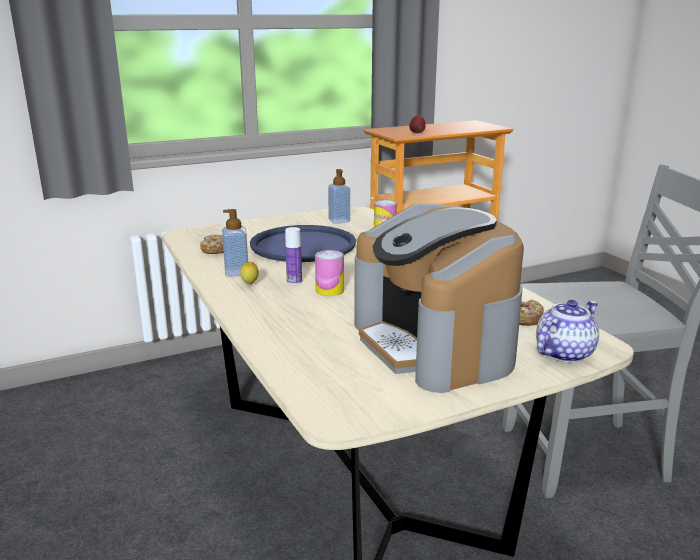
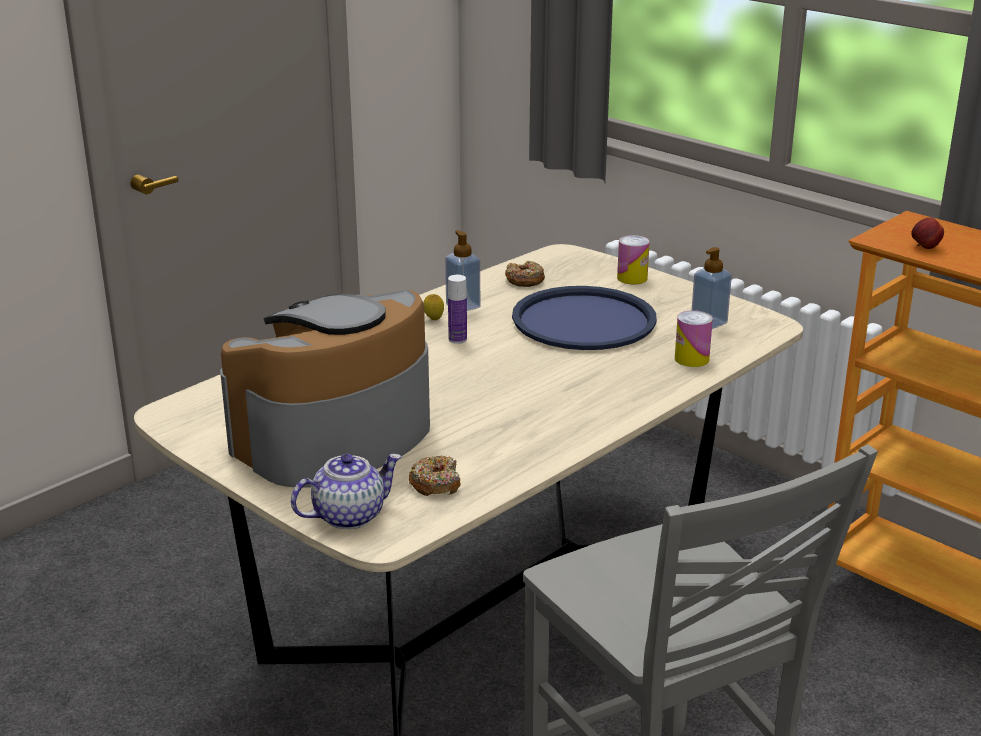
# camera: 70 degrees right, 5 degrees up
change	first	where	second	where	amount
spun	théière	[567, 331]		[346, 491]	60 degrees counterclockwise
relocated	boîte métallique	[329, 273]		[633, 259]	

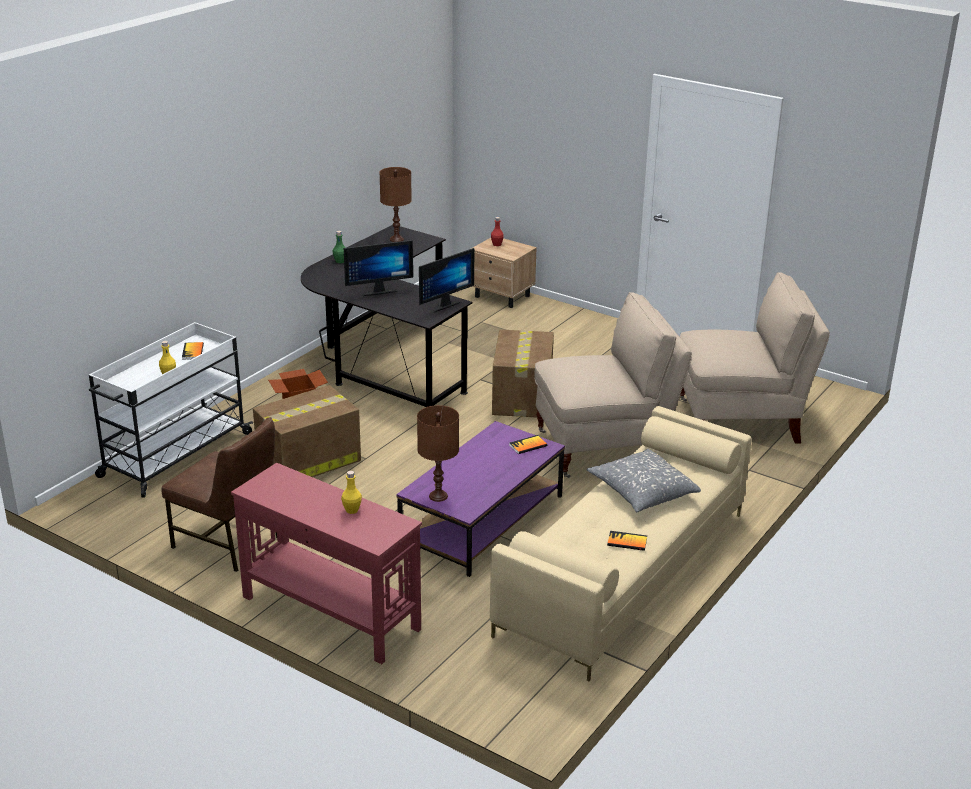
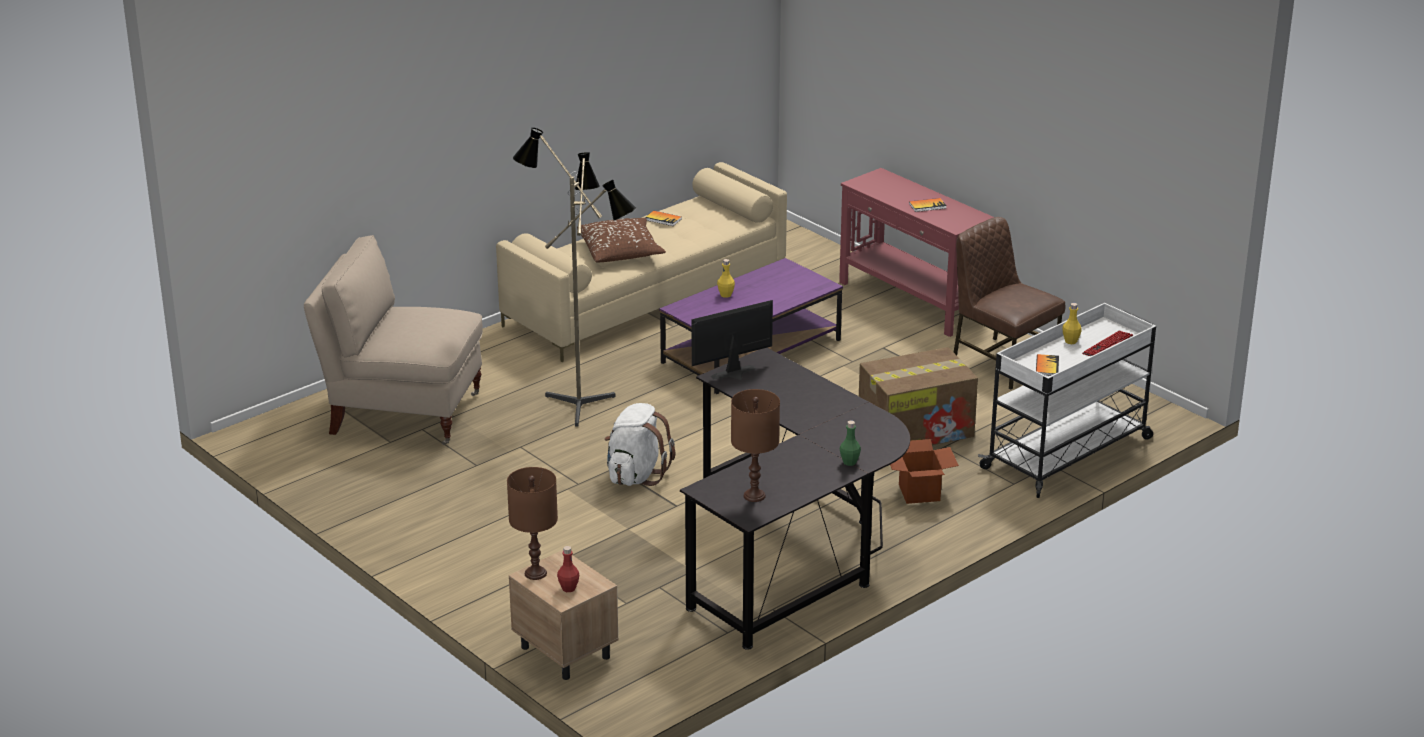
# camera: 165 degrees left, 0 degrees up
change	first	where	second	where	amount
relocated	lampe de table (marron)	[438, 453]		[532, 523]	
exchanged	chaise (beige)	[613, 385]	lampadaire	[574, 277]	
colour	coussin (gris)	[644, 481]	coussin (marron)	[621, 240]	
exchanged	carton	[523, 373]	sac à dos (blanc)	[640, 444]	
relocated	bouteille (jaune)	[351, 492]		[726, 278]	
relocated	livre	[528, 444]		[928, 205]	
appeared			clavier	[1107, 343]	
missing	écran d'ordinateur	[378, 268]			

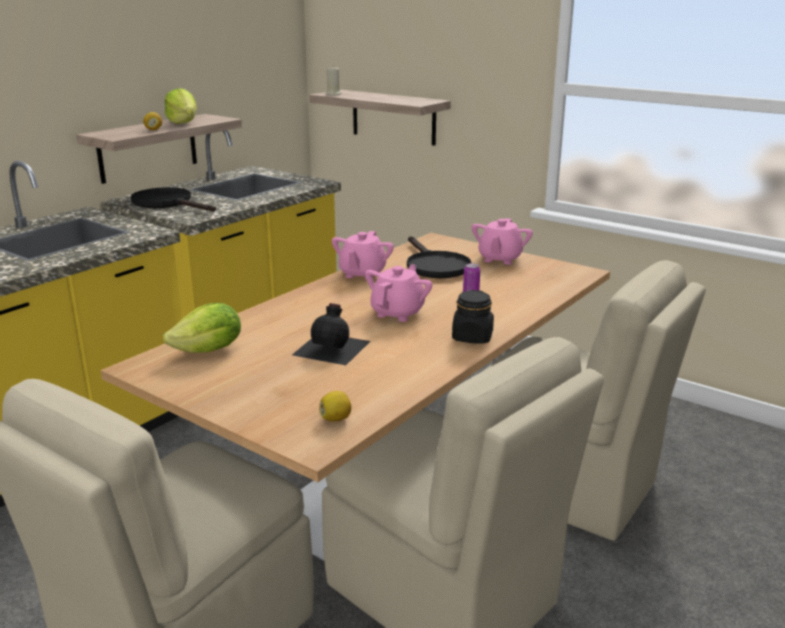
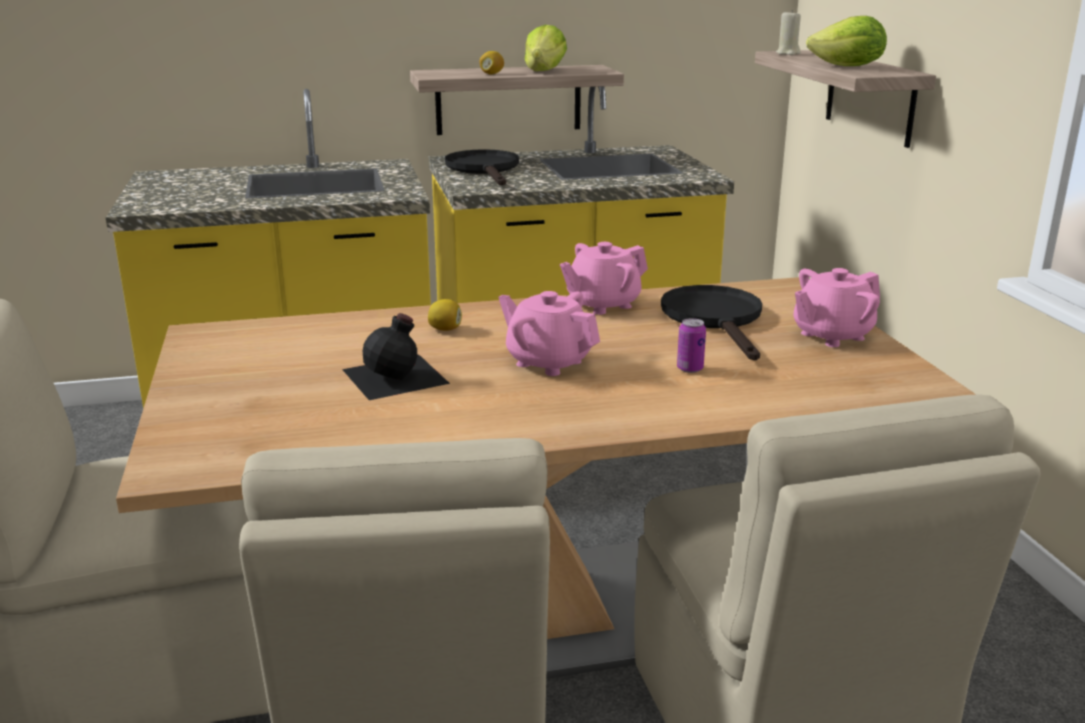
# camera: 40 degrees right, 0 degrees up
change	first	where	second	where	amount
relocated	citron	[335, 406]		[445, 315]	
spun	théière (rose)	[398, 293]		[549, 333]	120 degrees counterclockwise
spun	poêle (noir)	[439, 257]		[711, 322]	150 degrees clockwise
relocated	laitue	[202, 328]		[846, 41]	
missing	bocal (noir)	[473, 317]			

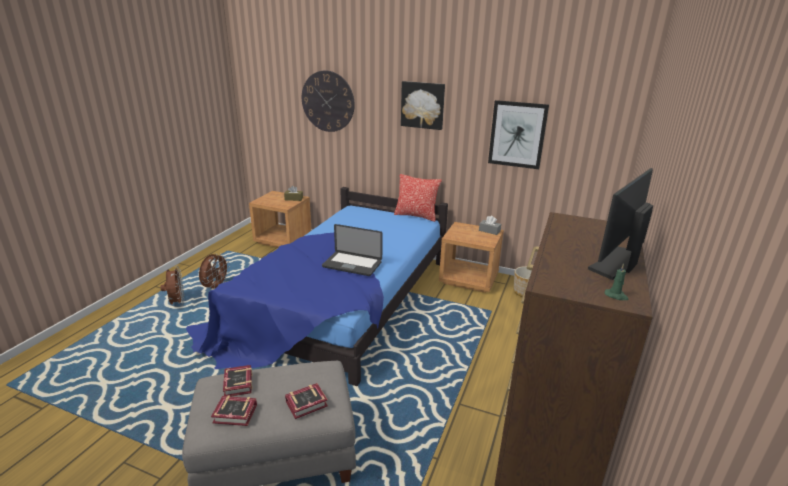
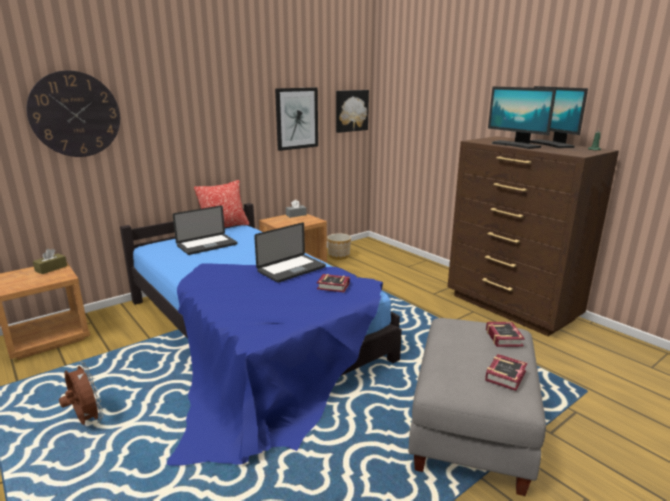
# camera: 60 degrees left, 5 degrees down
change	first	where	second	where	amount
appeared			ordinateur portable	[205, 230]	
relocated	livre	[238, 381]		[333, 283]	
relocated	tableau	[423, 105]		[352, 111]	
appeared			écran d'ordinateur	[522, 117]	
missing	ventilateur (marron)	[172, 286]			

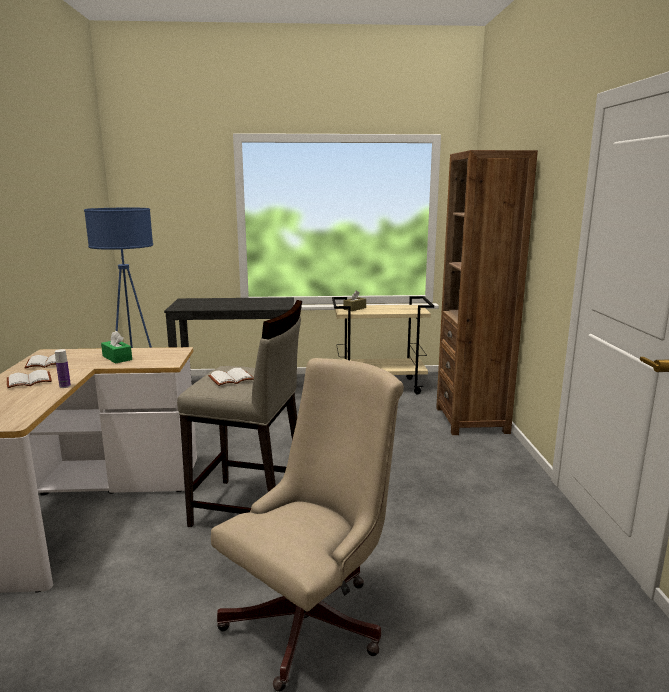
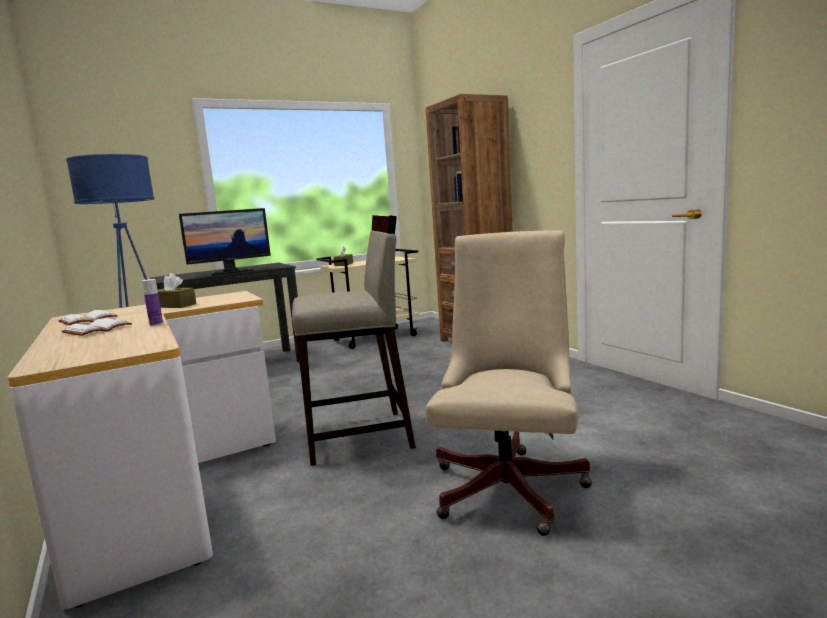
# camera: 25 degrees left, 5 degrees down
change	first	where	second	where	amount
colour	boîte à mouchoirs (vert)	[116, 347]	boîte à mouchoirs (marron)	[177, 290]	
appeared			écran d'ordinateur	[225, 242]	
missing	livre (blanc)	[231, 377]			

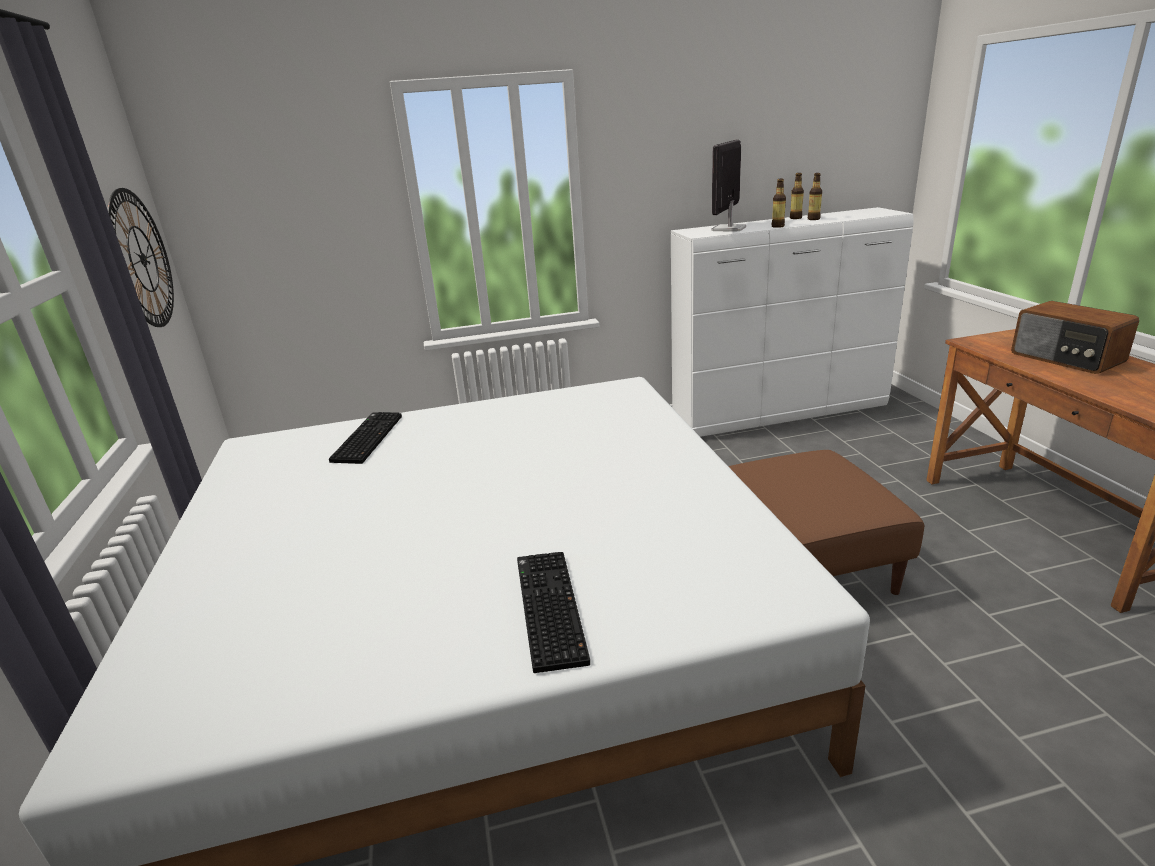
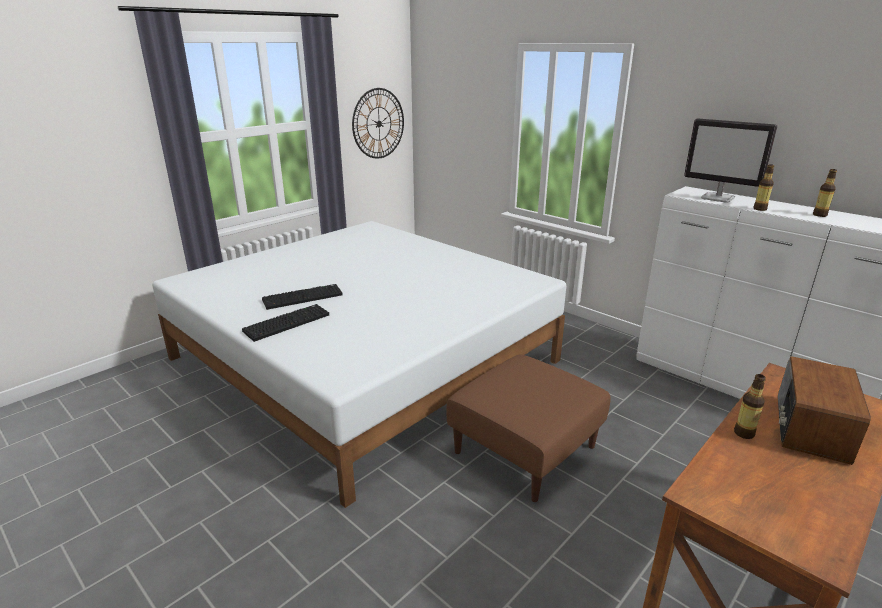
# camera: 55 degrees right, 0 degrees up
change	first	where	second	where	amount
relocated	clavier	[365, 438]		[302, 297]	
spun	écran d'ordinateur	[728, 186]		[730, 160]	135 degrees counterclockwise
relocated	bouteille	[797, 196]		[750, 406]	

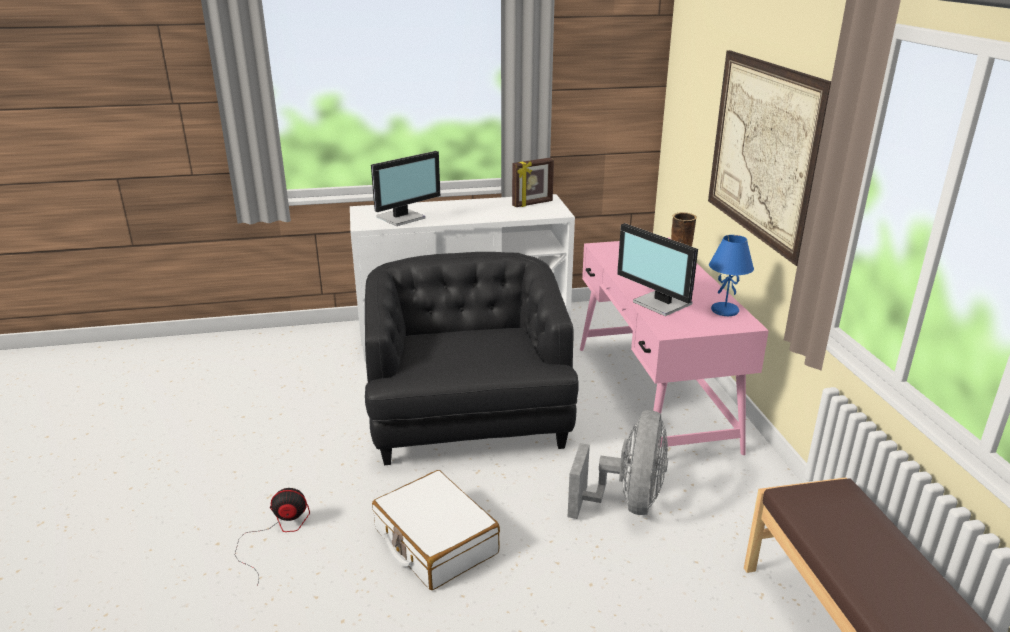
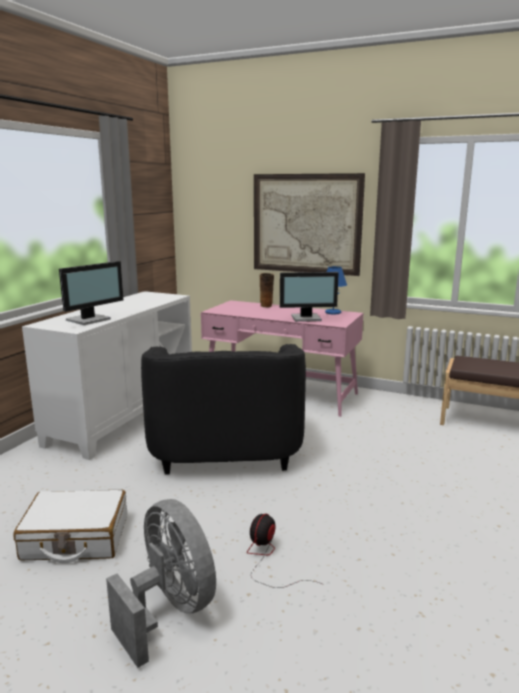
# camera: 55 degrees left, 10 degrees down
change	first	where	second	where	amount
relocated	valise (blanc)	[436, 530]		[70, 526]	
spun	écran d'ordinateur	[405, 188]		[91, 293]	45 degrees clockwise
relocated	ventilateur (gris)	[618, 464]		[161, 583]	
spun	fauteuil (noir)	[472, 358]		[223, 409]	120 degrees counterclockwise
missing	cadre photo	[533, 182]			

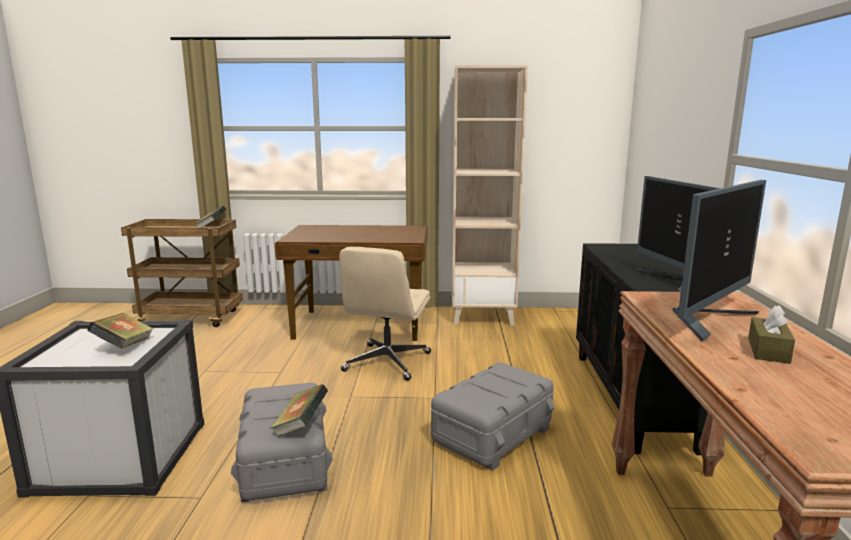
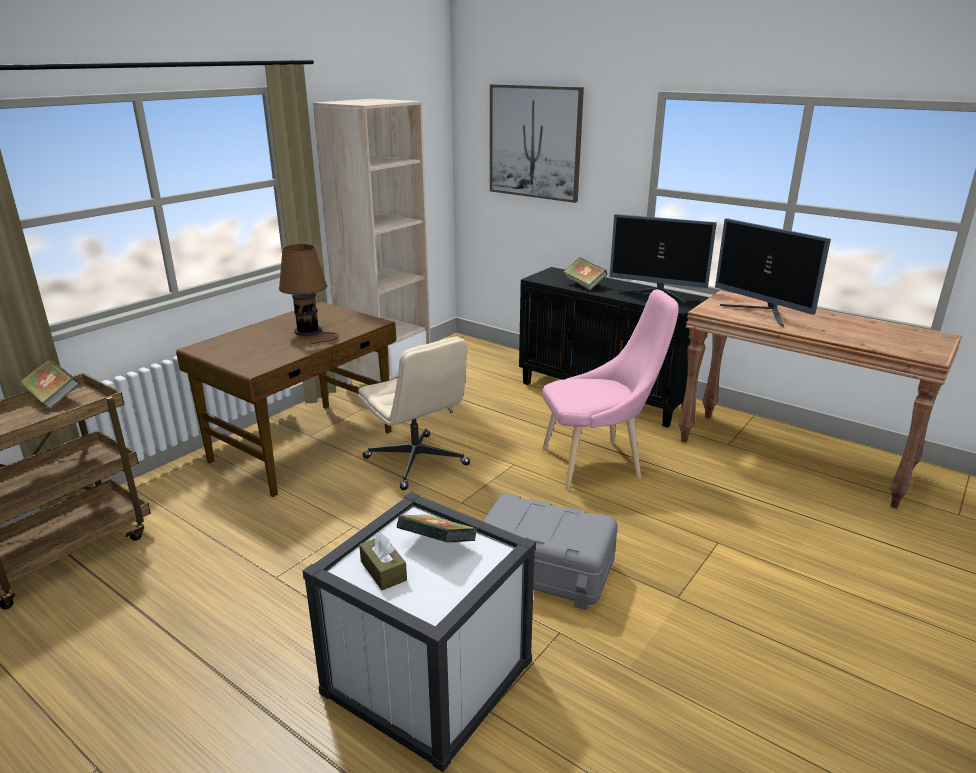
# camera: 55 degrees left, 10 degrees up
change	first	where	second	where	amount
appeared			lampe de table (marron)	[309, 295]	
relocated	boîte à mouchoirs (marron)	[771, 334]		[383, 561]	
appeared			tableau	[537, 143]	
exchanged	boîte de rangement (gris)	[493, 416]	chaise (rose)	[610, 389]	
relocated	livre	[299, 410]		[585, 274]	
spun	écran d'ordinateur	[719, 261]		[773, 272]	150 degrees clockwise

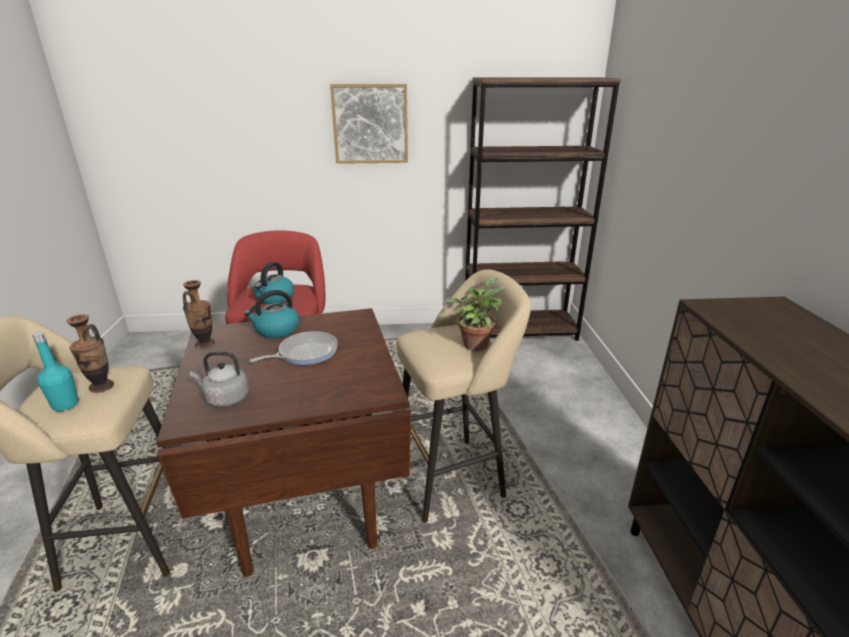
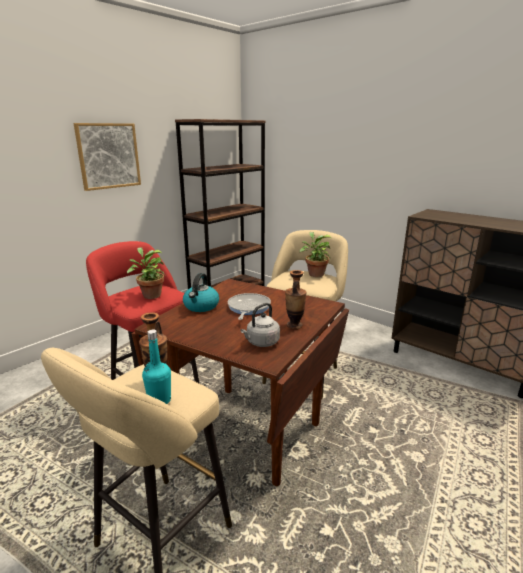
# camera: 45 degrees left, 5 degrees down
change	first	where	second	where	amount
exchanged	bouilloire	[274, 283]	plante en pot	[146, 273]	
relocated	vase	[199, 314]		[295, 299]	

